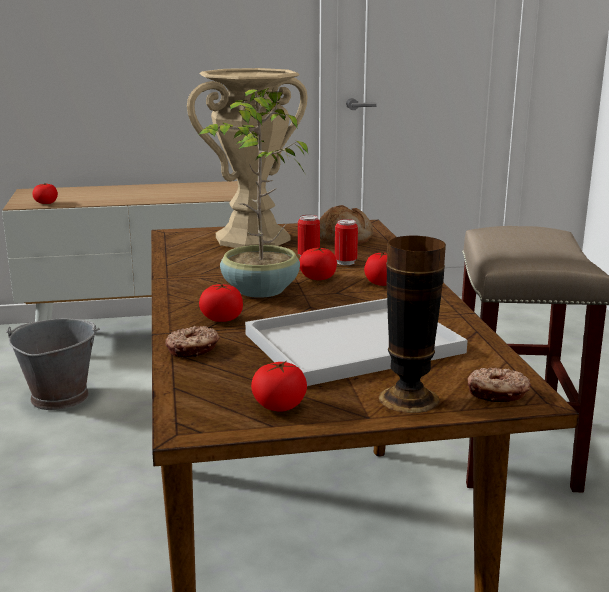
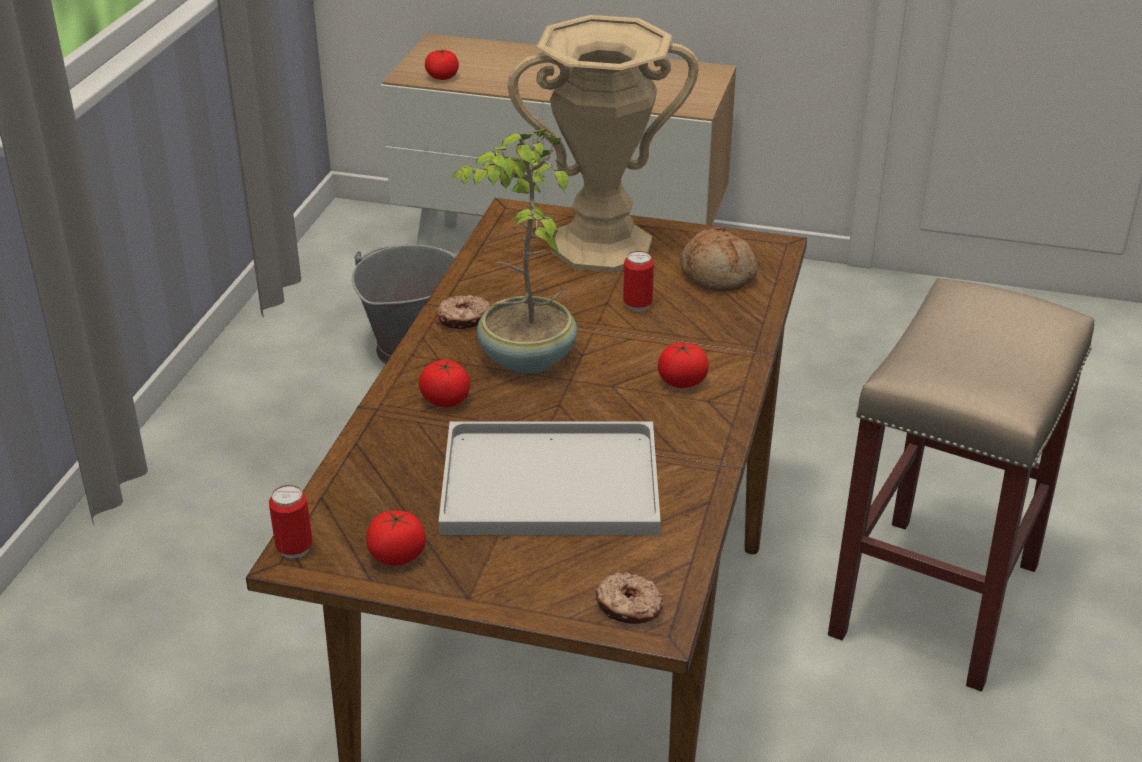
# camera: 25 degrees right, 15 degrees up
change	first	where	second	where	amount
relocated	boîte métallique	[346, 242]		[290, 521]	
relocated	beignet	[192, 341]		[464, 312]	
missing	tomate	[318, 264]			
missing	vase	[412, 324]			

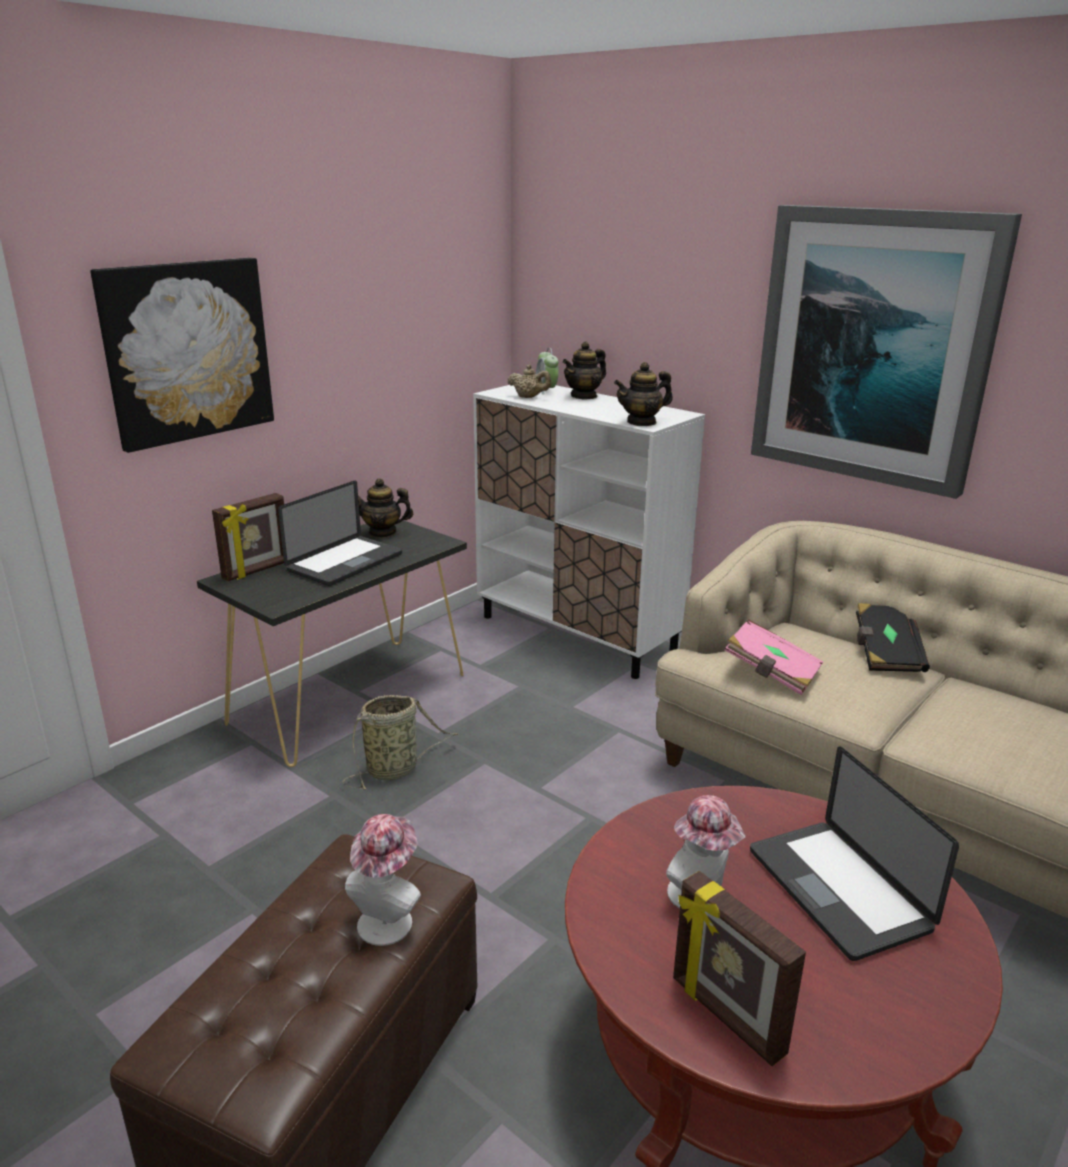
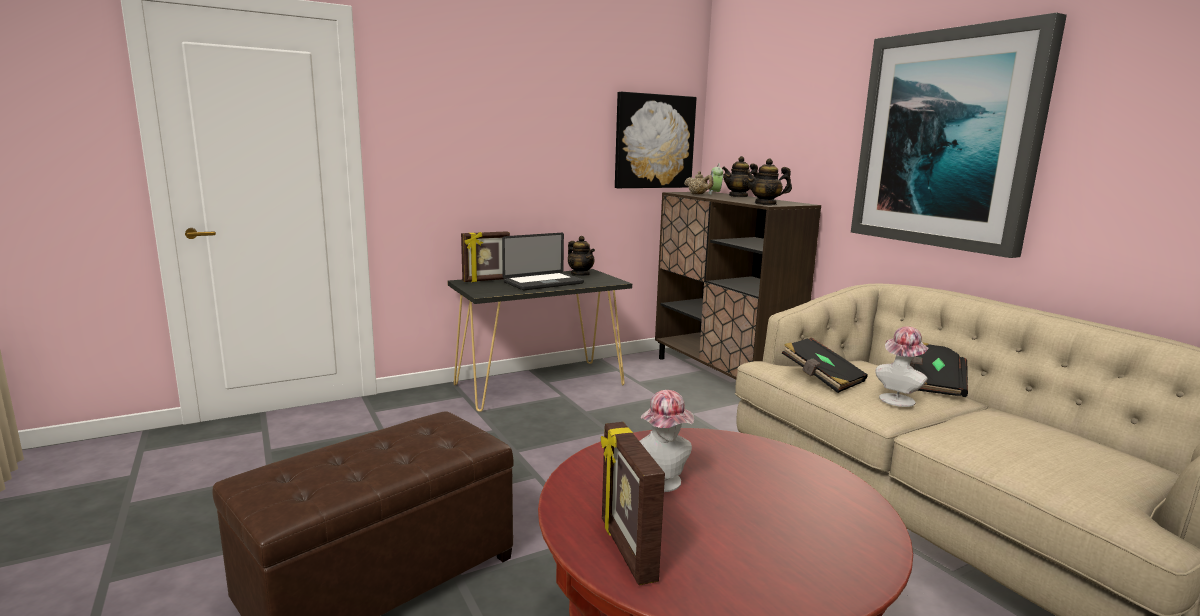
# camera: 20 degrees right, 10 degrees down
change	first	where	second	where	amount
spun	théière	[385, 508]		[581, 256]	150 degrees counterclockwise
relocated	tableau	[182, 355]		[656, 140]	
colour	meuble de rangement (blanc)	[589, 532]	meuble de rangement (marron)	[738, 285]	
colour	livre (rose)	[774, 657]	livre (noir)	[825, 365]	
relocated	chapeau	[383, 880]		[902, 366]	
missing	panier	[400, 742]			
missing	ordinateur portable	[854, 853]			

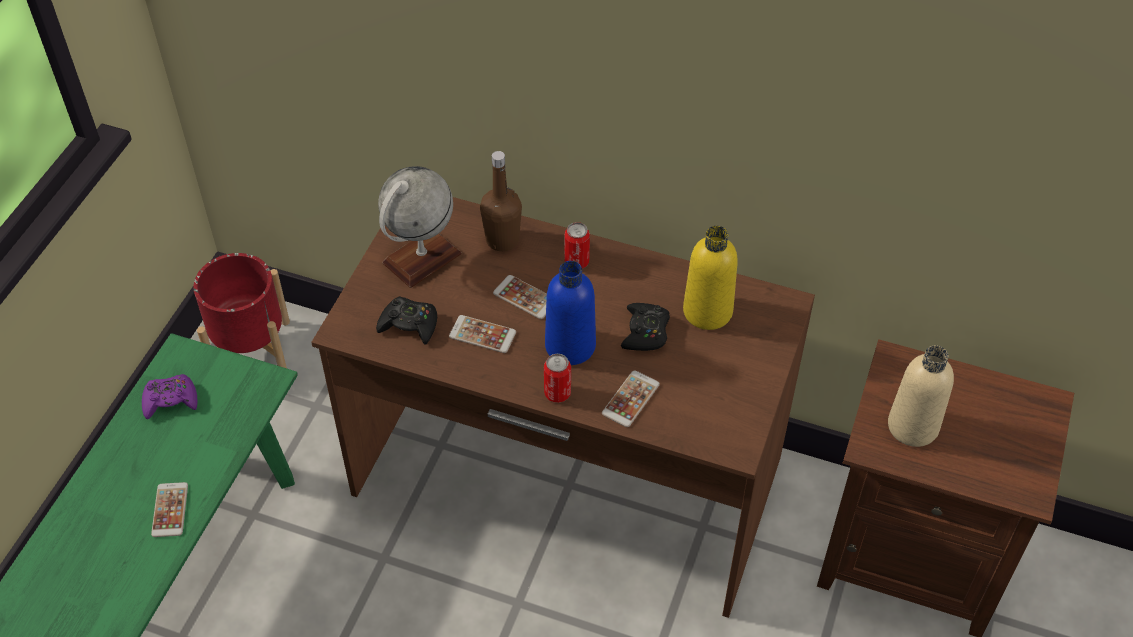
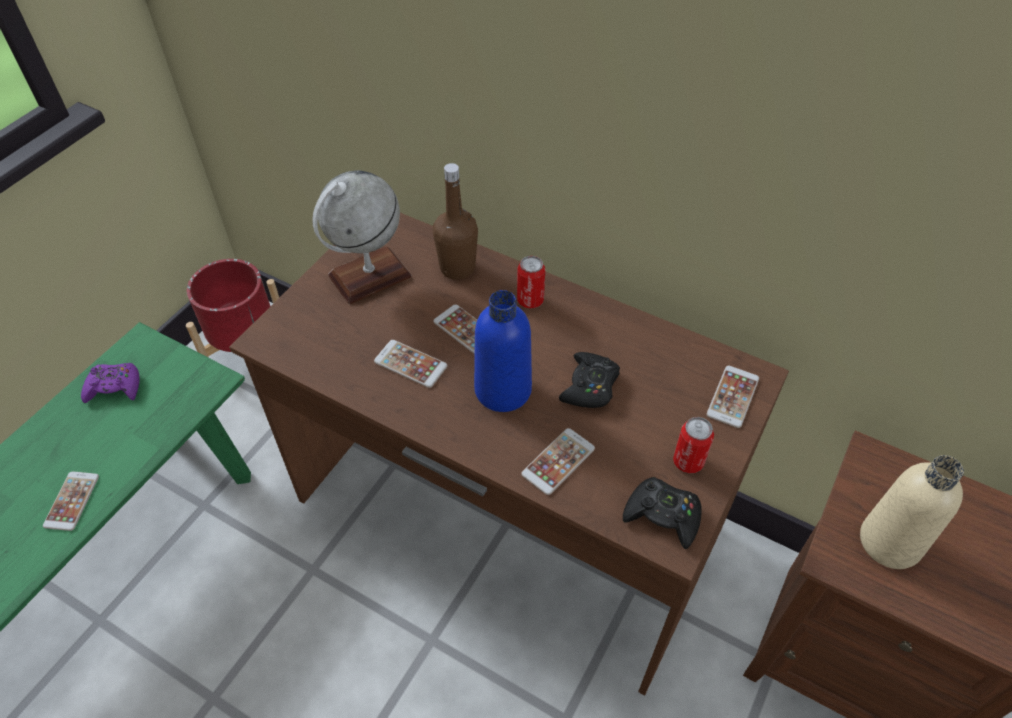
# camera: 10 degrees right, 0 degrees up
change	first	where	second	where	amount
relocated	manette (noir)	[406, 320]		[662, 513]	
relocated	boîte métallique	[557, 378]		[693, 445]	
appeared			téléphone	[733, 397]	
missing	bouteille (jaune)	[710, 278]			

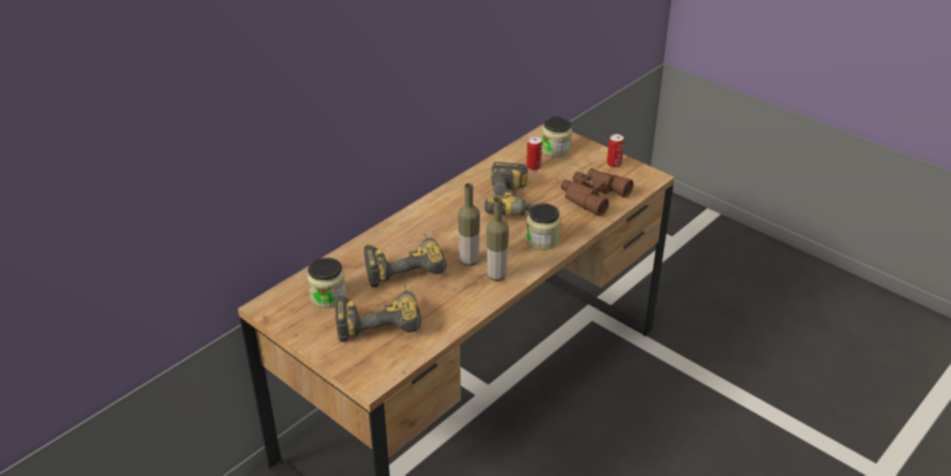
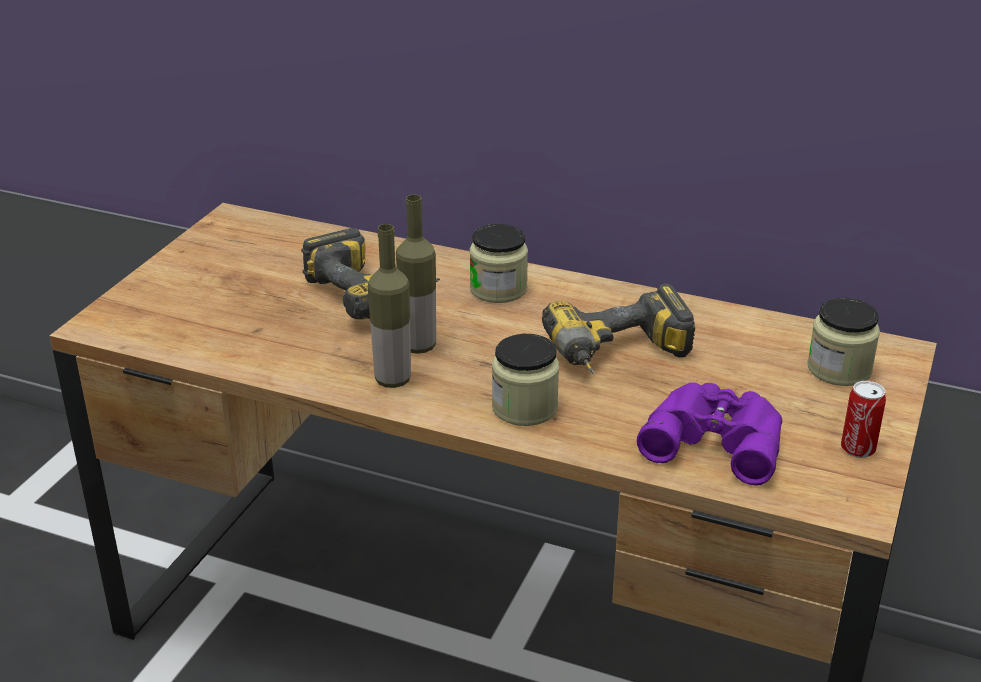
# camera: 70 degrees right, 5 degrees down
change	first	where	second	where	amount
relocated	bocal	[326, 283]		[498, 263]	
colour	jumelles (marron)	[597, 192]	jumelles (violet)	[709, 434]	
missing	perceuse	[378, 314]			
missing	boîte métallique	[534, 154]			

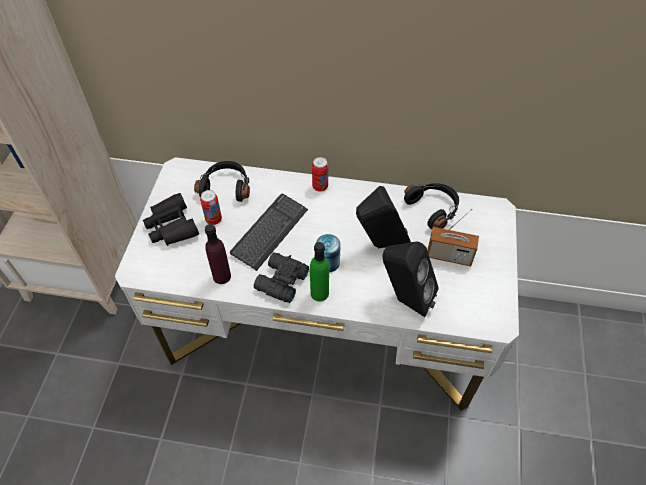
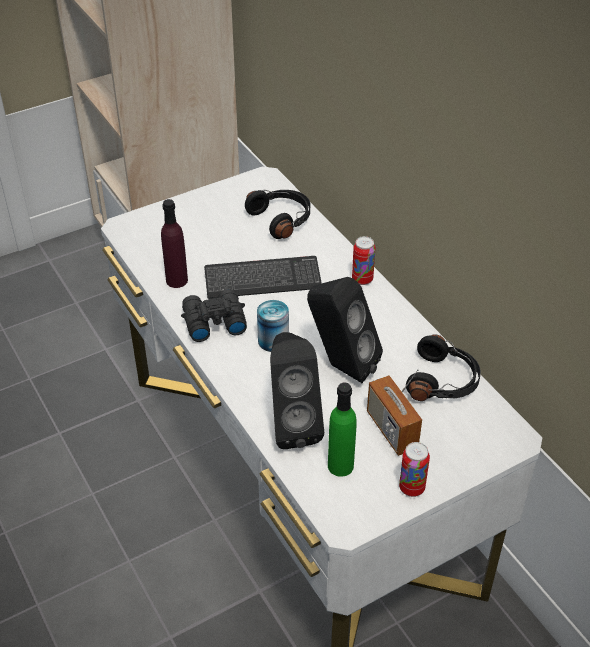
# camera: 50 degrees right, 10 degrees down
change	first	where	second	where	amount
relocated	bouteille (vert)	[319, 271]		[342, 430]	
relocated	boîte métallique	[211, 207]		[414, 469]	
missing	jumelles (noir)	[171, 219]			

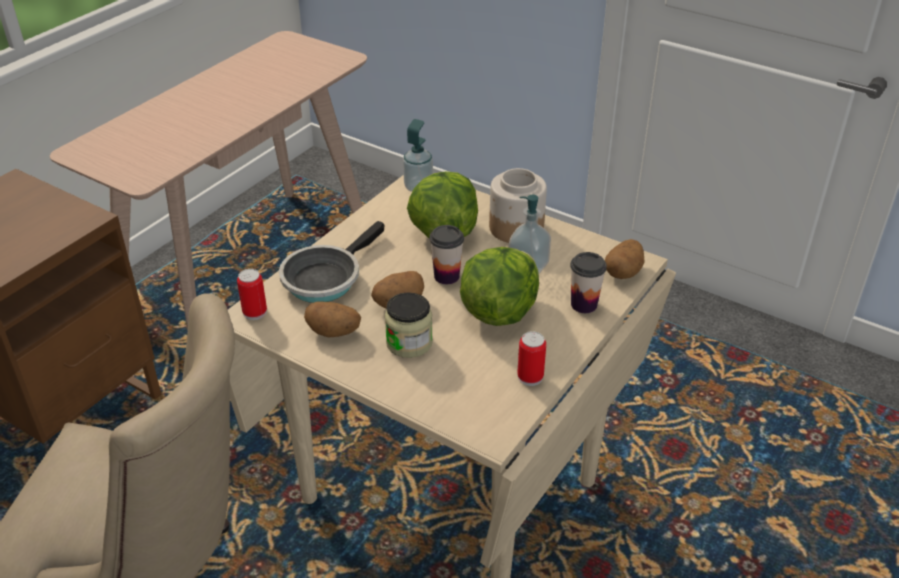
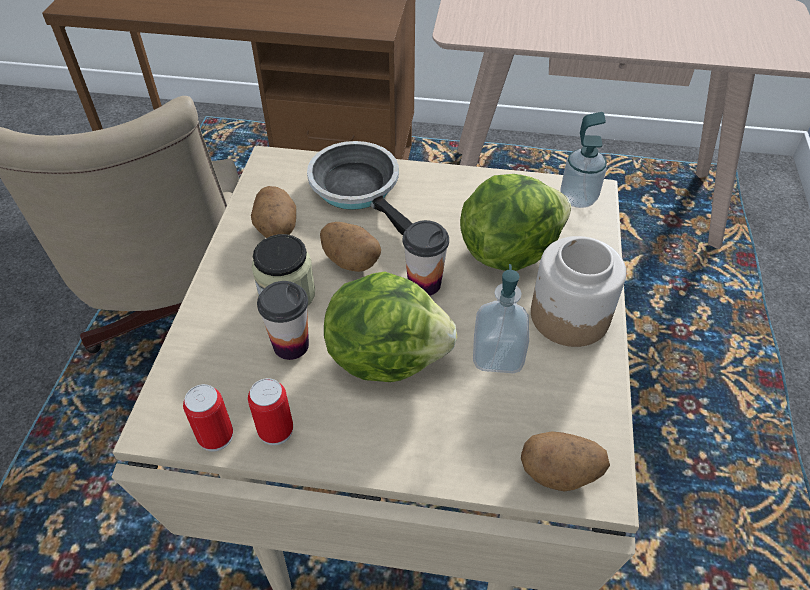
# camera: 65 degrees right, 10 degrees up
change	first	where	second	where	amount
relocated	boîte métallique	[252, 294]		[208, 418]	
relocated	tasse	[588, 282]		[283, 320]	
spun	poêle	[331, 262]		[360, 188]	45 degrees clockwise

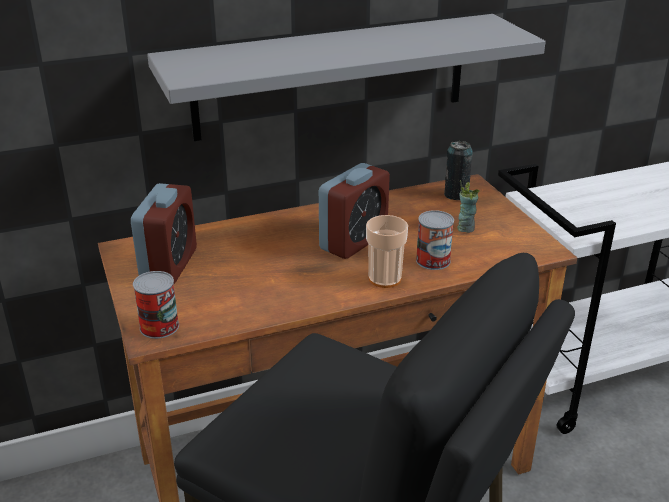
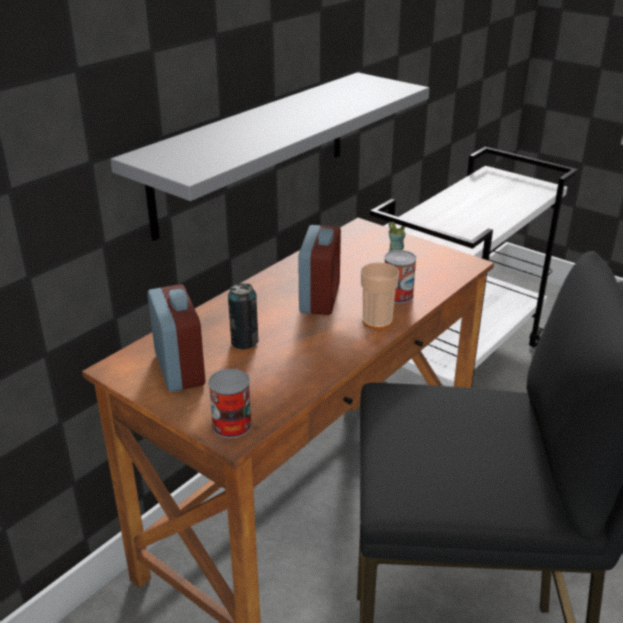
# camera: 30 degrees left, 0 degrees up
change	first	where	second	where	amount
relocated	boîte métallique	[458, 170]		[243, 316]	

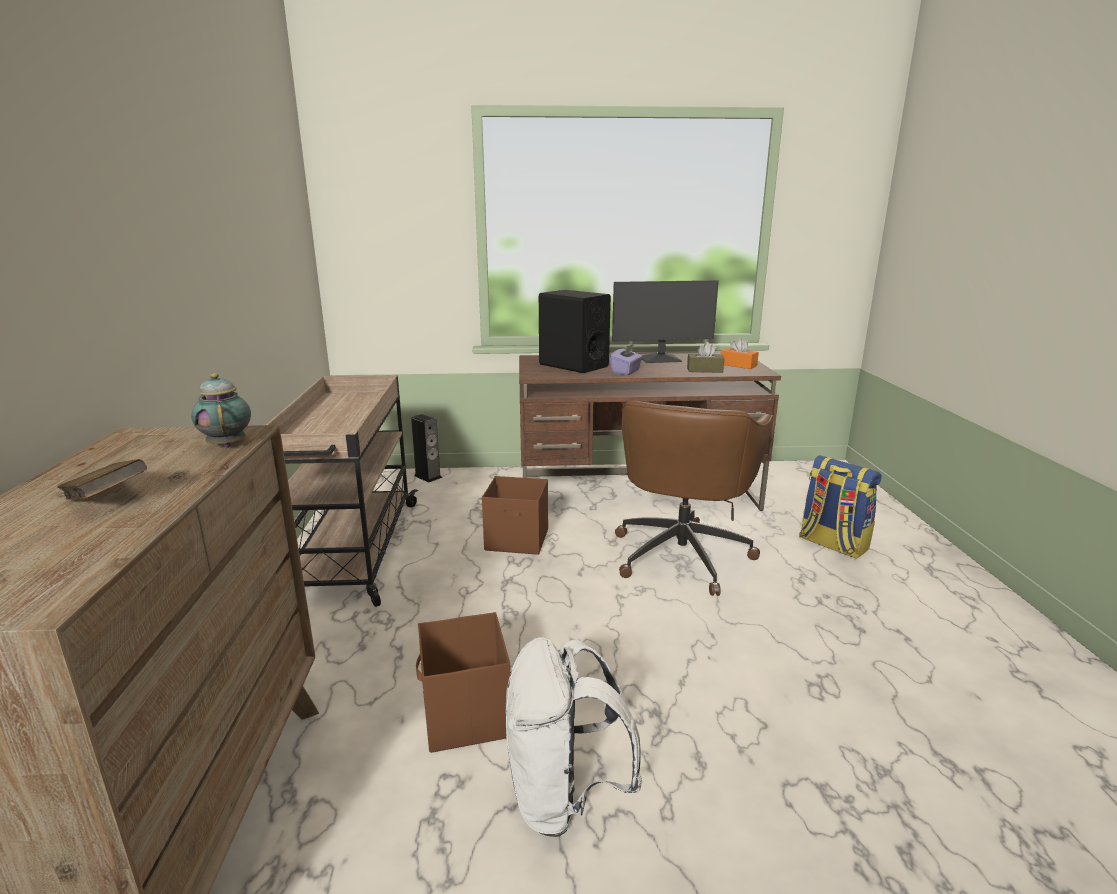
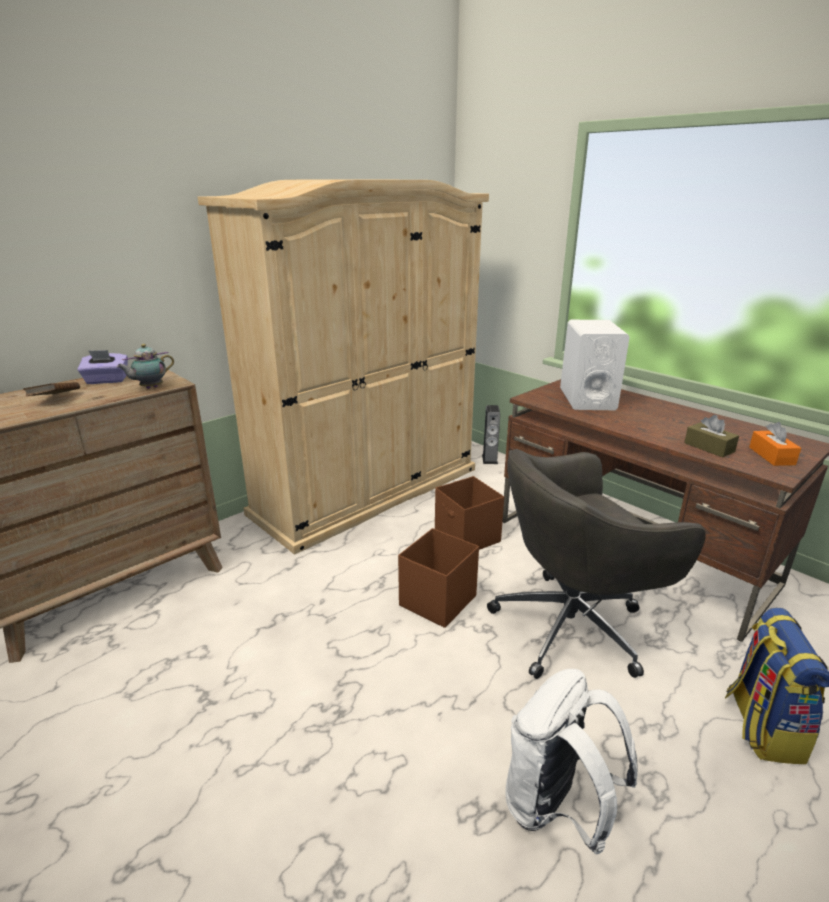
# camera: 50 degrees right, 5 degrees up
change	first	where	second	where	amount
relocated	boîte à mouchoirs (violet)	[626, 359]		[103, 367]	
spun	théière	[221, 410]		[145, 366]	150 degrees counterclockwise
exchanged	chariot (beige)	[342, 491]	armoire (beige)	[343, 367]	
relocated	boîte de rangement (marron)	[463, 682]		[438, 578]	
colour	chaise de bureau (marron)	[694, 498]	chaise de bureau (gris)	[596, 564]	
relocated	sac à dos (blanc)	[574, 737]		[571, 761]	
colour	enceinte (noir)	[575, 331]	enceinte (blanc)	[595, 365]	
missing	écran d'ordinateur	[665, 321]			

